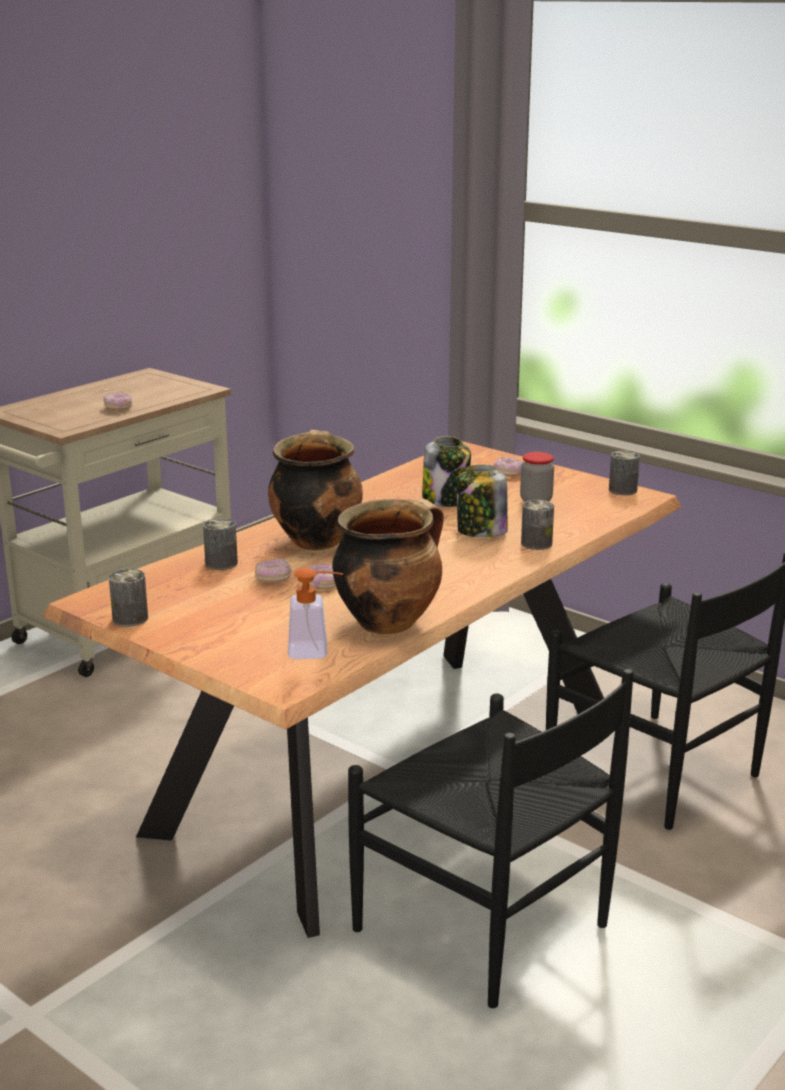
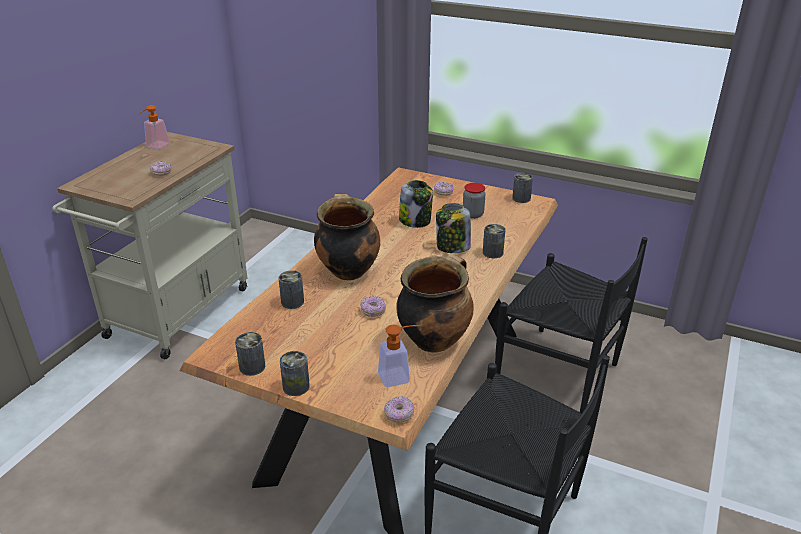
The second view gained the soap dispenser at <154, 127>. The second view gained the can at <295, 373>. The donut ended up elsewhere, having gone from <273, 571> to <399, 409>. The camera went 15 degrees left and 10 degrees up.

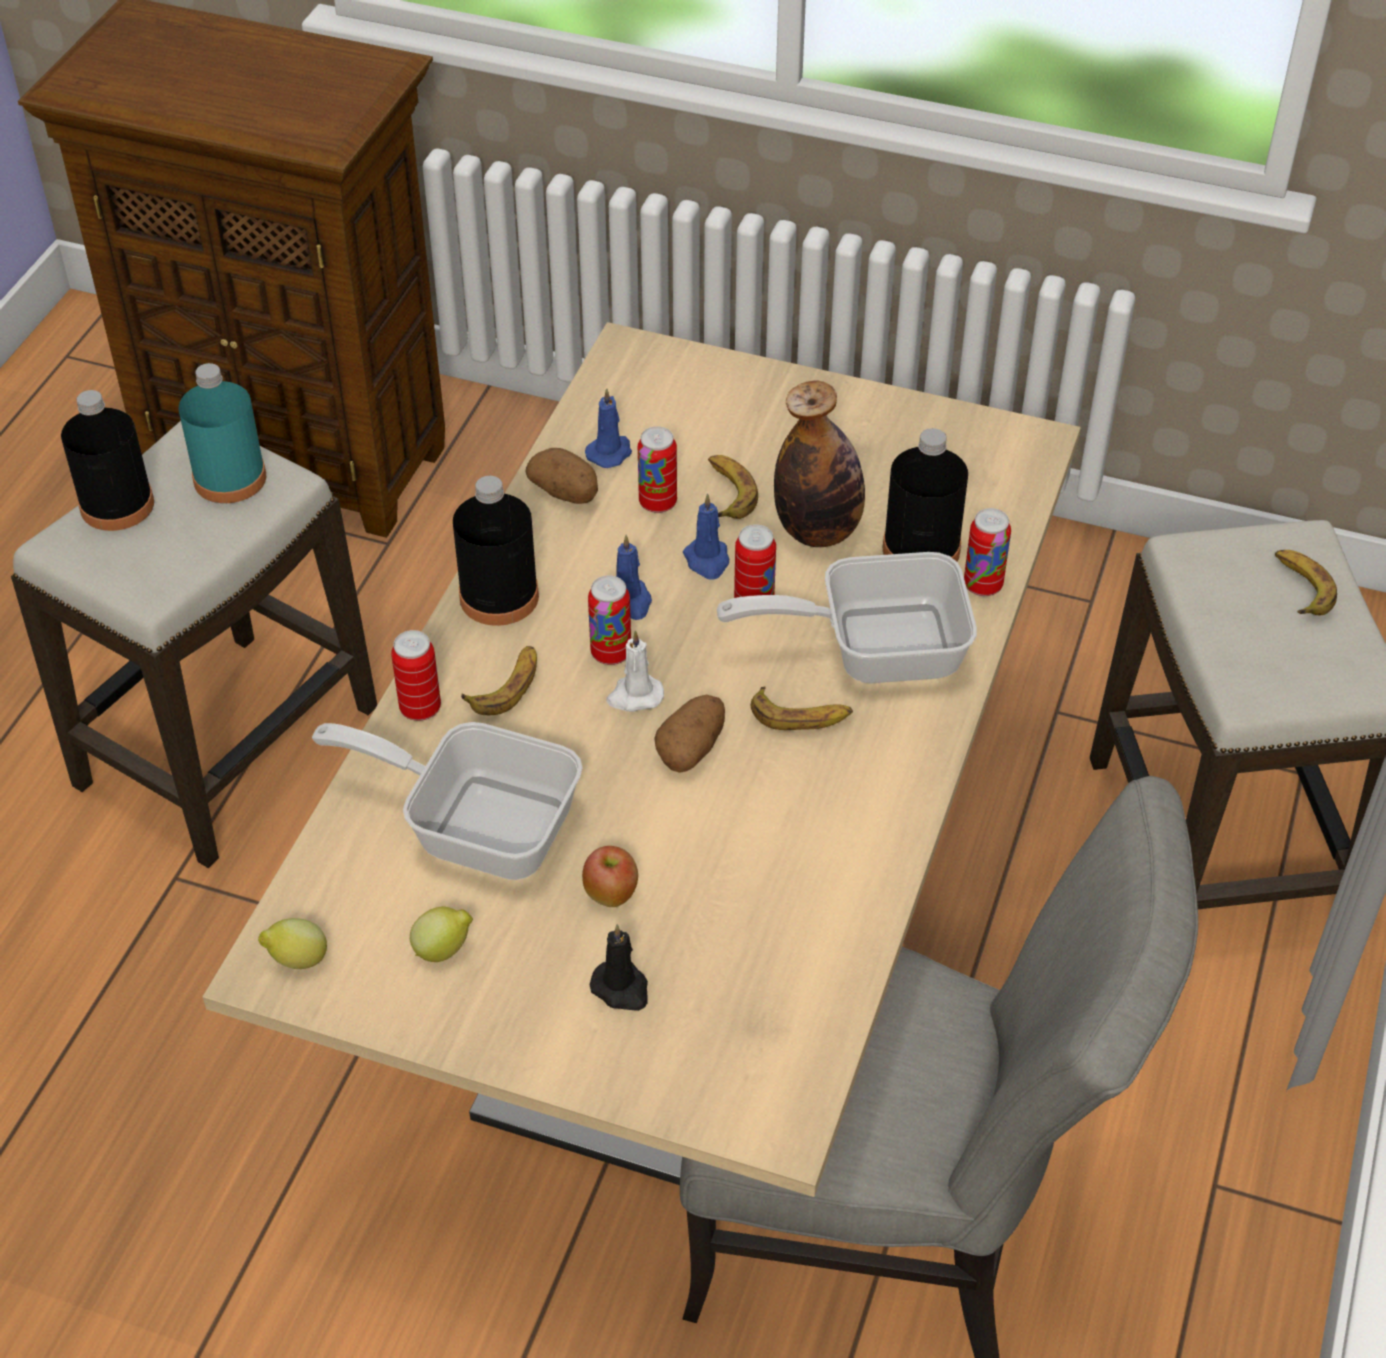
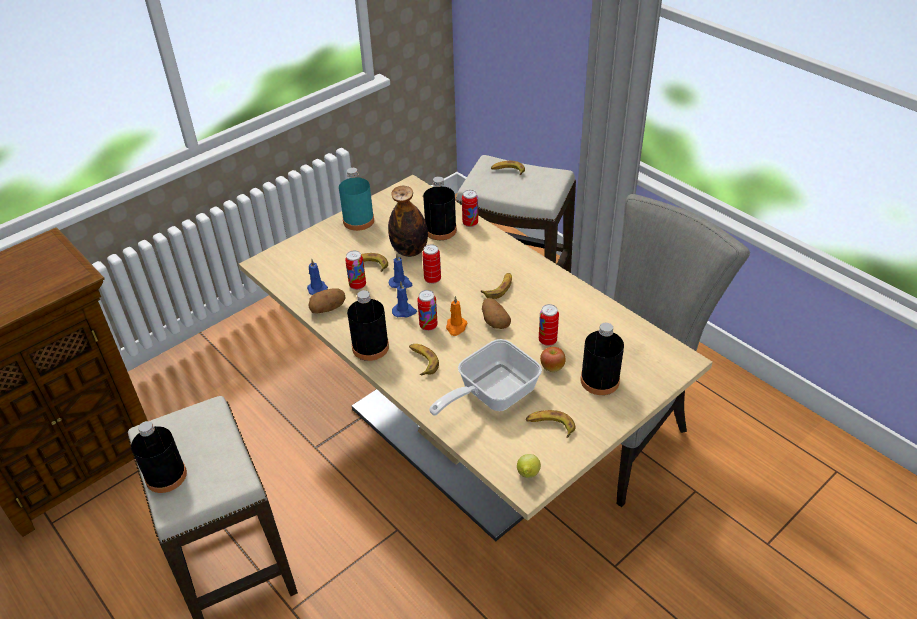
The turquoise bottle ended up elsewhere, having gone from <222, 433> to <356, 199>. What was the white candle at <635, 671> turned into the orange candle at <457, 316>. Where the lemon stood at <441, 934>, the banana came to stand at <550, 424>. The can ended up elsewhere, having gone from <416, 675> to <549, 325>. Where the black candle stood at <619, 967>, the black bottle came to stand at <602, 359>. The second view lost the frying pan at <847, 617>. The camera went 60 degrees left and 5 degrees down.

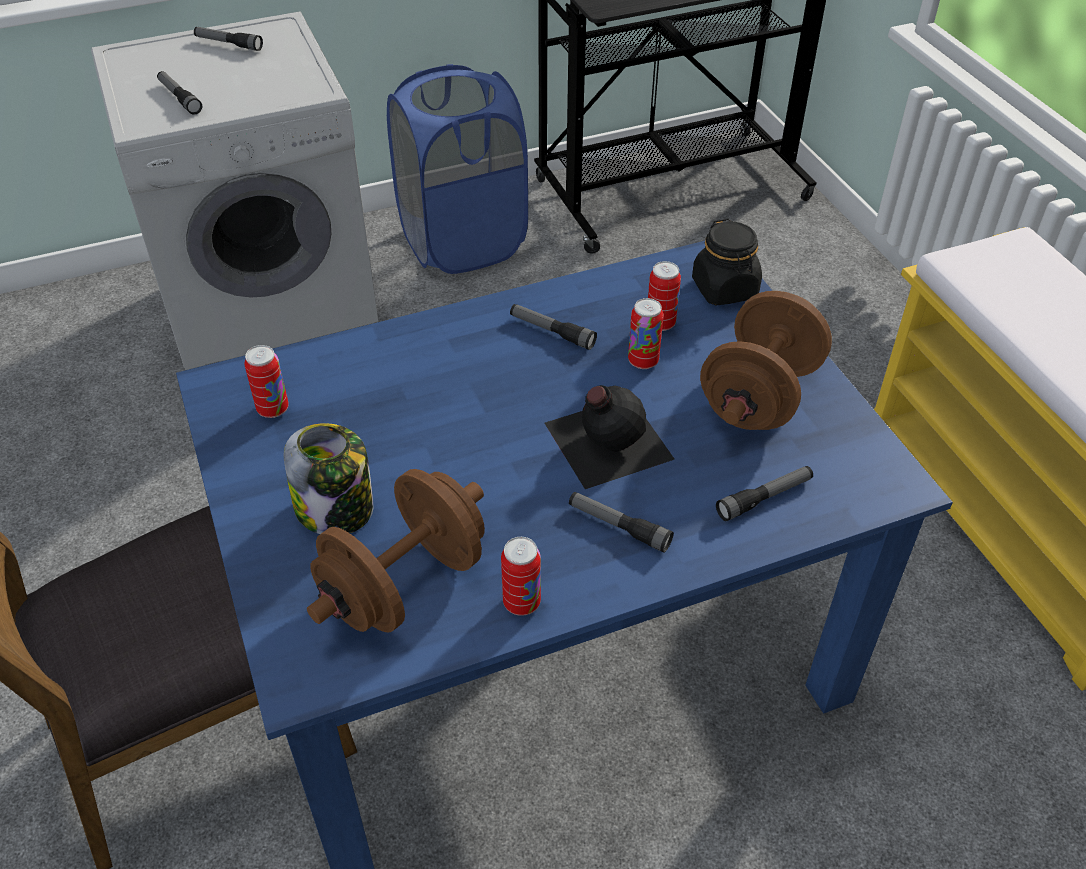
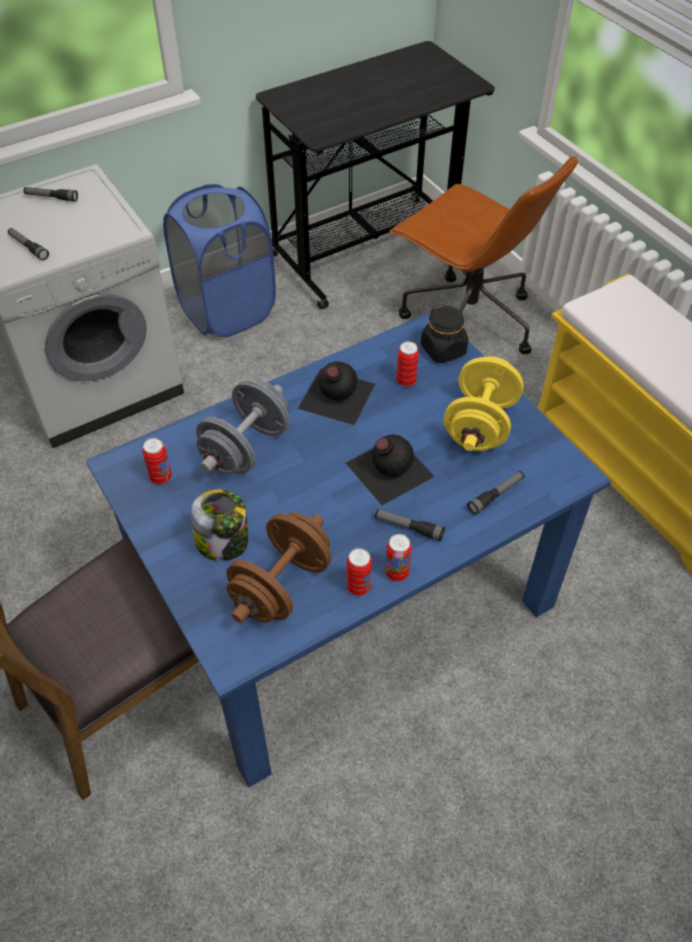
The second view gained the grey dumbbell at <243, 427>. Where the flashlight stood at <553, 327>, the black bottle came to stand at <336, 393>. The can ended up elsewhere, having gone from <645, 333> to <398, 558>. The second view gained the brown office chair at <484, 254>. What was the brown dumbbell at <766, 360> turned into the yellow dumbbell at <484, 403>. The camera went 10 degrees left and 5 degrees up.

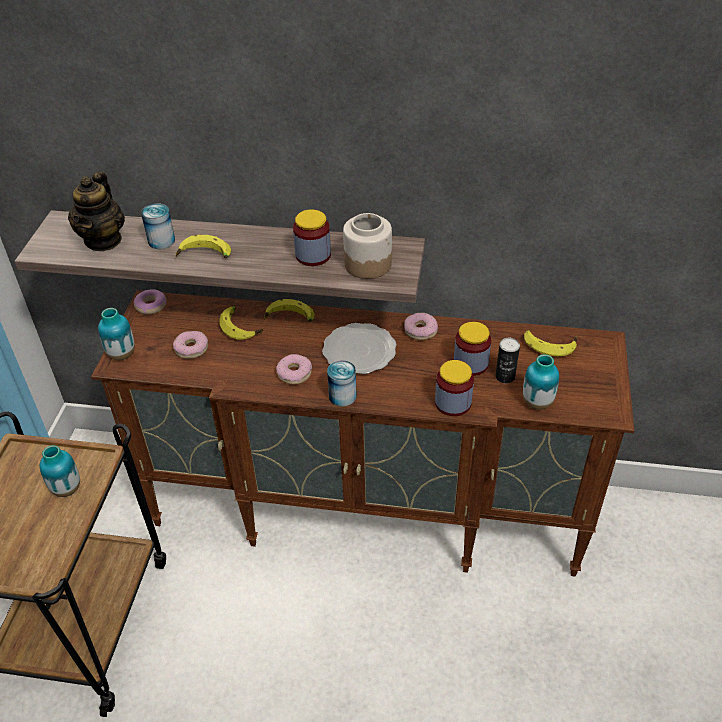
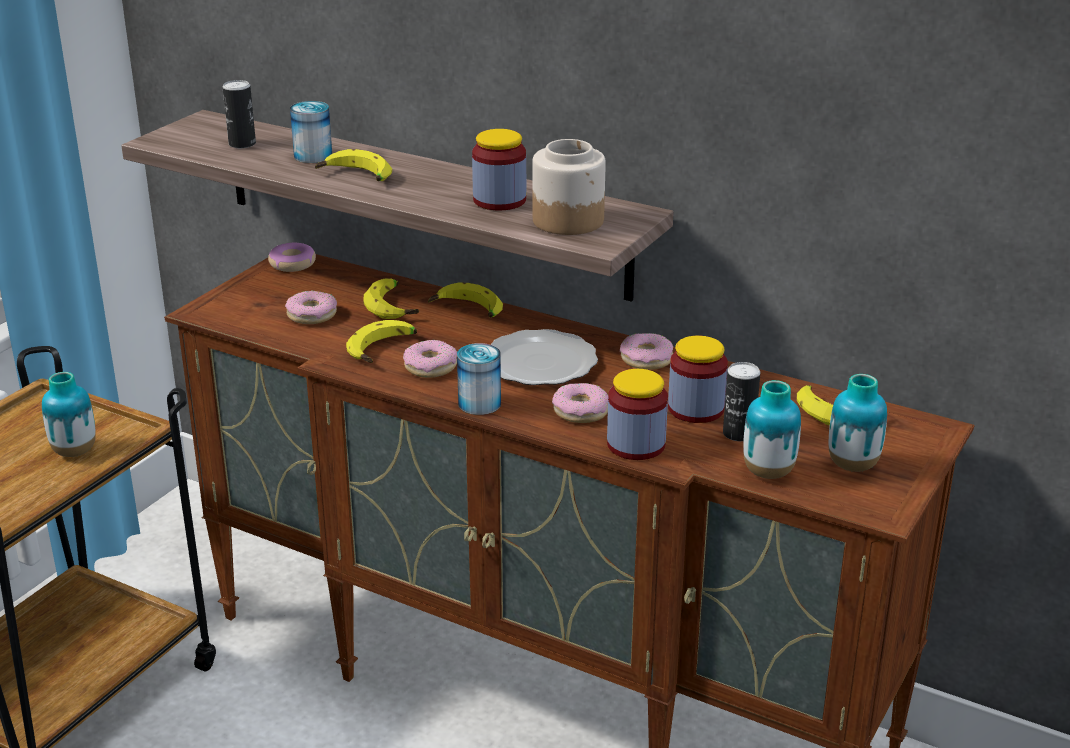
Where the teapot stood at <96, 211>, the can came to stand at <239, 114>. The second view gained the banana at <381, 341>. The second view gained the donut at <580, 403>. The vase ended up elsewhere, having gone from <116, 334> to <858, 423>. The camera went 20 degrees right and 15 degrees down.

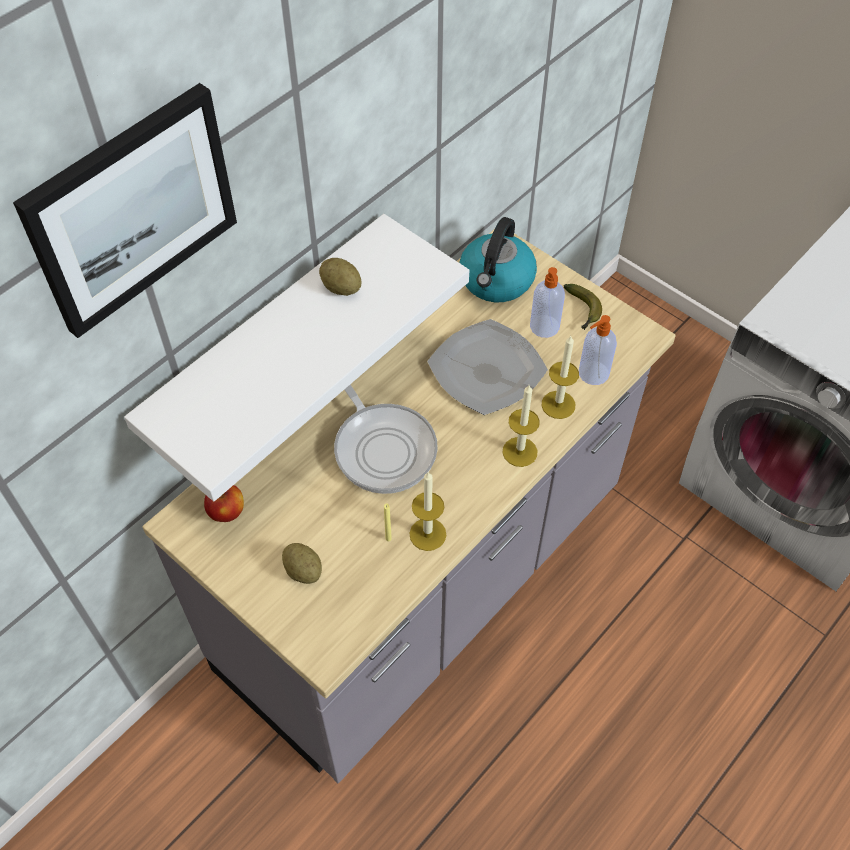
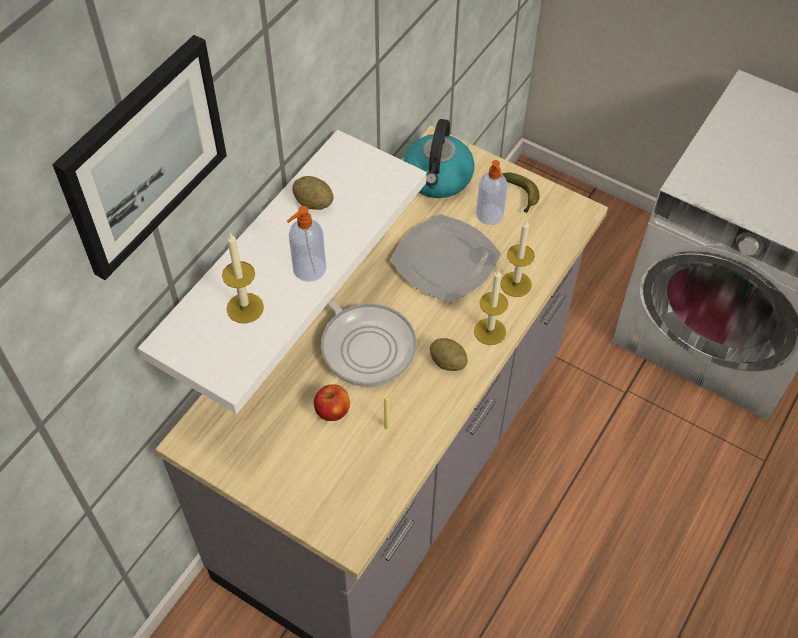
The candle ended up elsewhere, having gone from <427, 511> to <243, 278>. The soap dispenser ended up elsewhere, having gone from <598, 350> to <306, 244>. The apple ended up elsewhere, having gone from <224, 503> to <332, 402>. The potato ended up elsewhere, having gone from <302, 563> to <449, 354>. The camera went 10 degrees left and 0 degrees up.

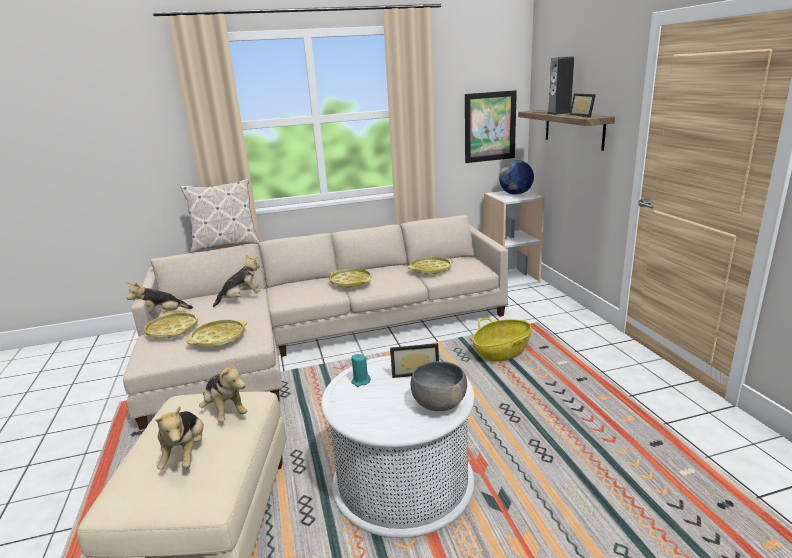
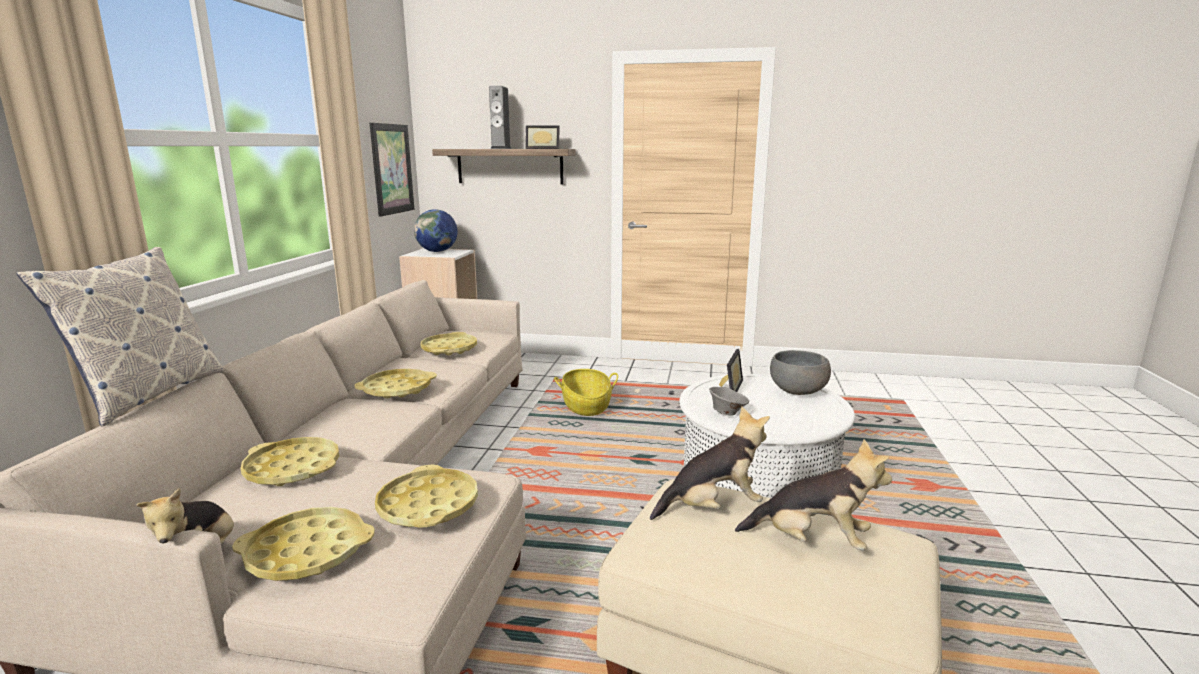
Where the plush toy stood at <237, 281>, the yellow tray came to stand at <290, 461>. Where the turquoise candle stood at <361, 370>, the grey bowl came to stand at <729, 401>. The camera went 65 degrees left and 5 degrees down.

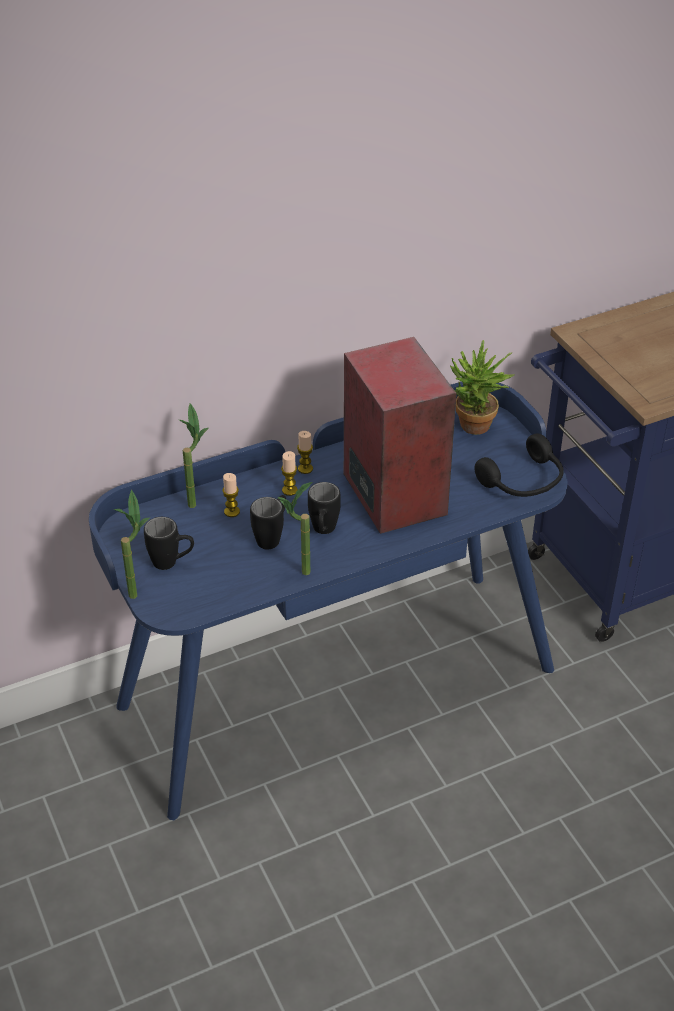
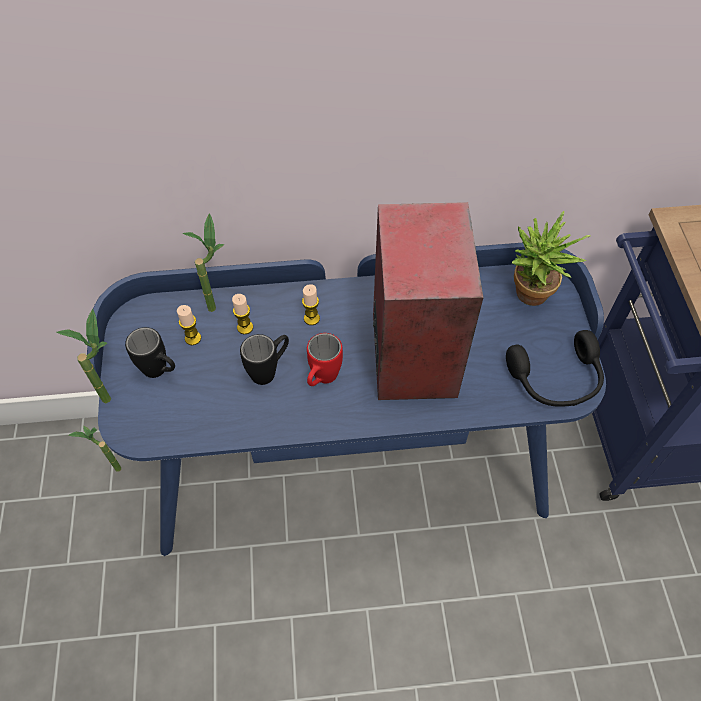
The potted plant ended up elsewhere, having gone from <295, 528> to <94, 449>. The candle ended up elsewhere, having gone from <305, 452> to <189, 325>. What was the black mug at <324, 508> turned into the red mug at <325, 359>. The camera went 20 degrees right and 15 degrees up.

